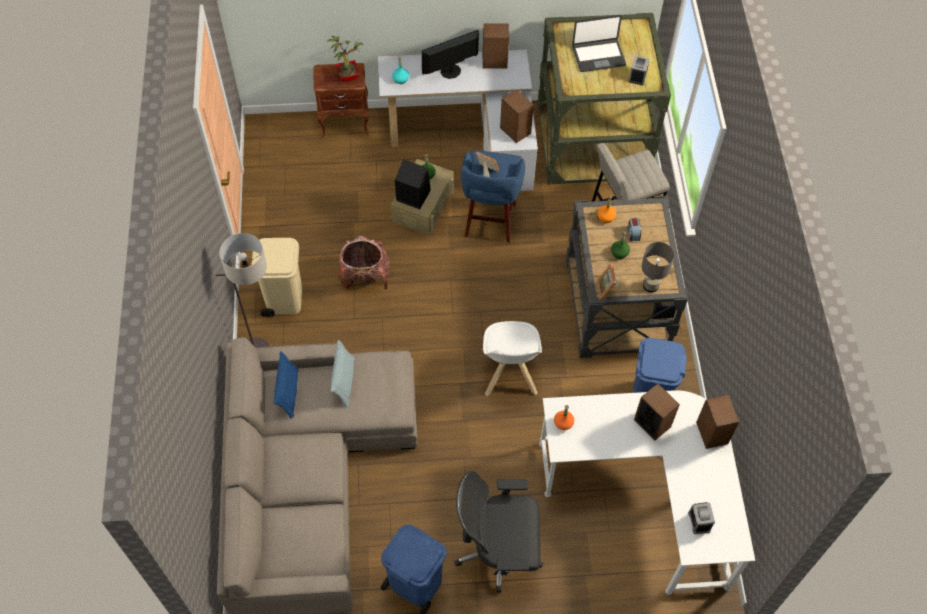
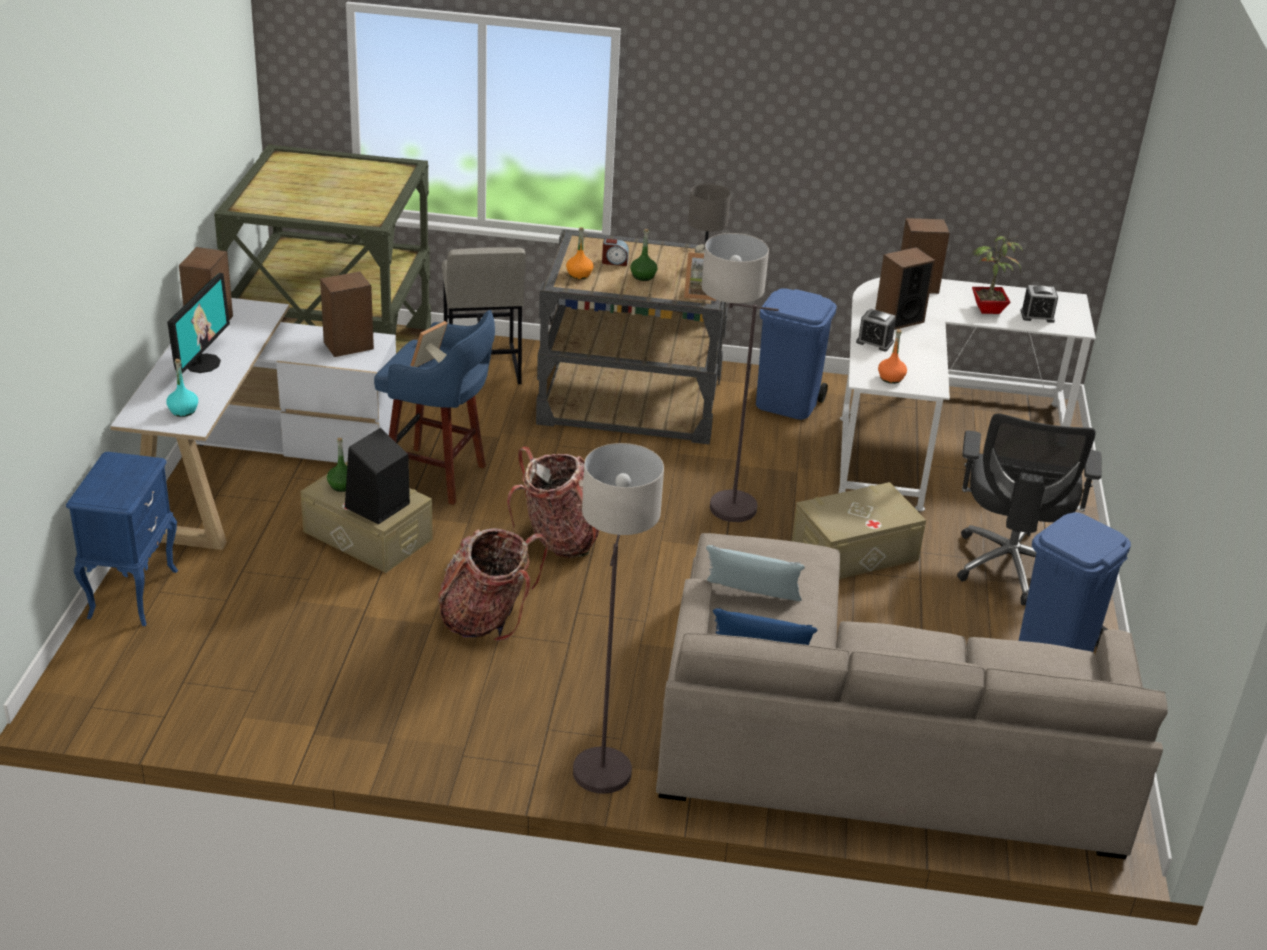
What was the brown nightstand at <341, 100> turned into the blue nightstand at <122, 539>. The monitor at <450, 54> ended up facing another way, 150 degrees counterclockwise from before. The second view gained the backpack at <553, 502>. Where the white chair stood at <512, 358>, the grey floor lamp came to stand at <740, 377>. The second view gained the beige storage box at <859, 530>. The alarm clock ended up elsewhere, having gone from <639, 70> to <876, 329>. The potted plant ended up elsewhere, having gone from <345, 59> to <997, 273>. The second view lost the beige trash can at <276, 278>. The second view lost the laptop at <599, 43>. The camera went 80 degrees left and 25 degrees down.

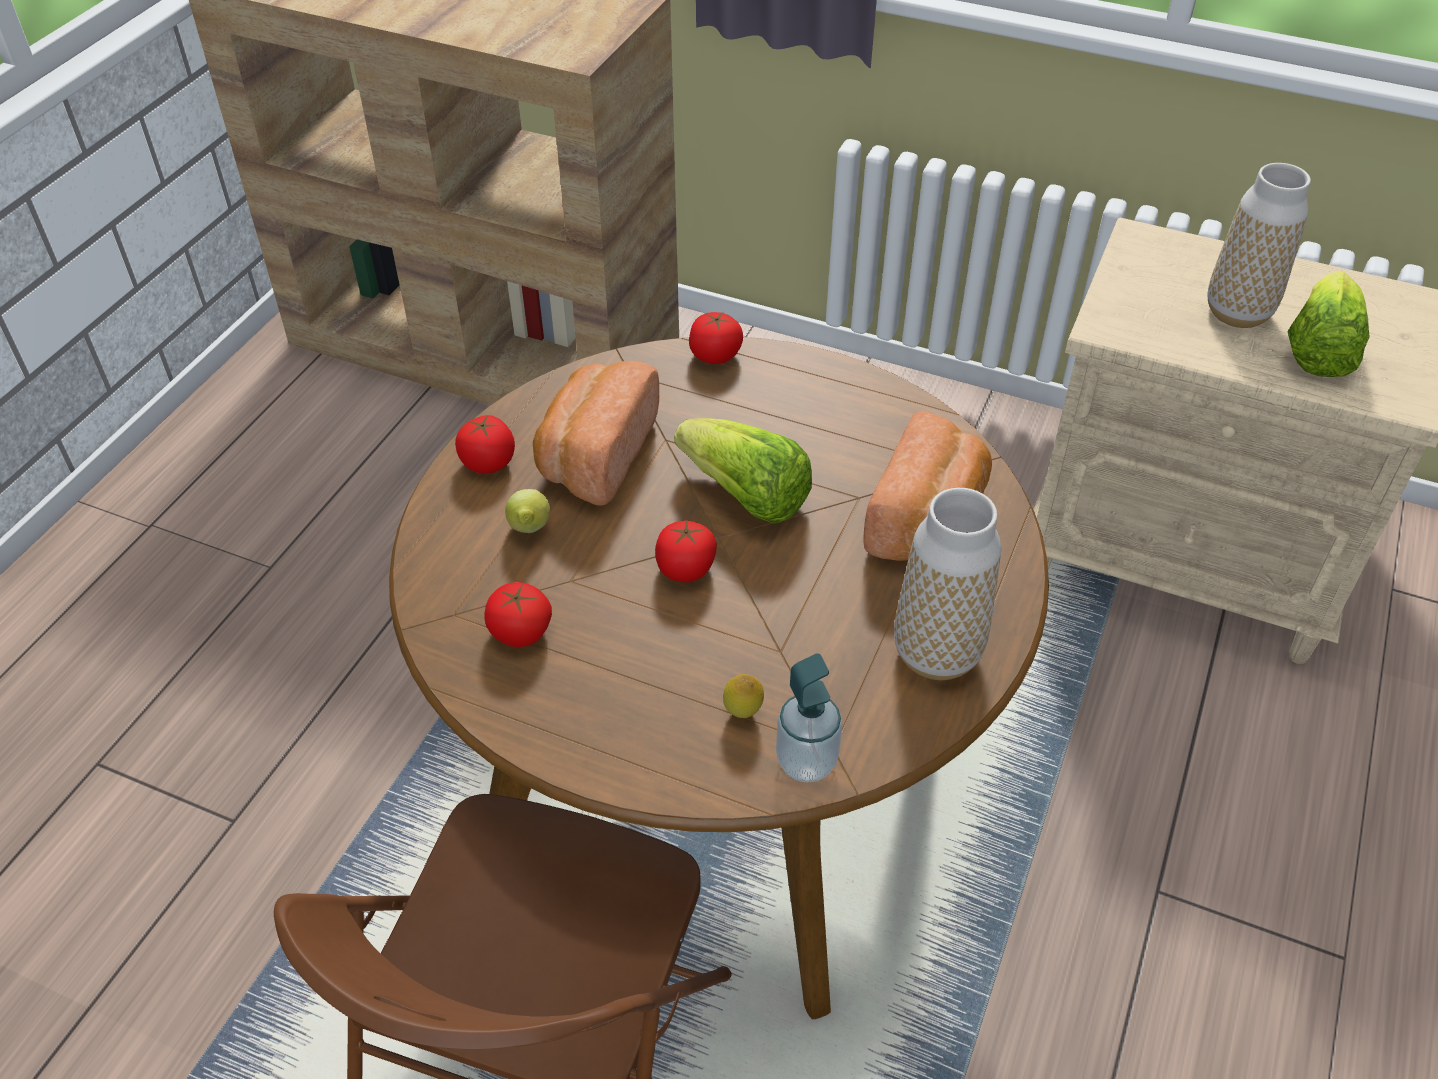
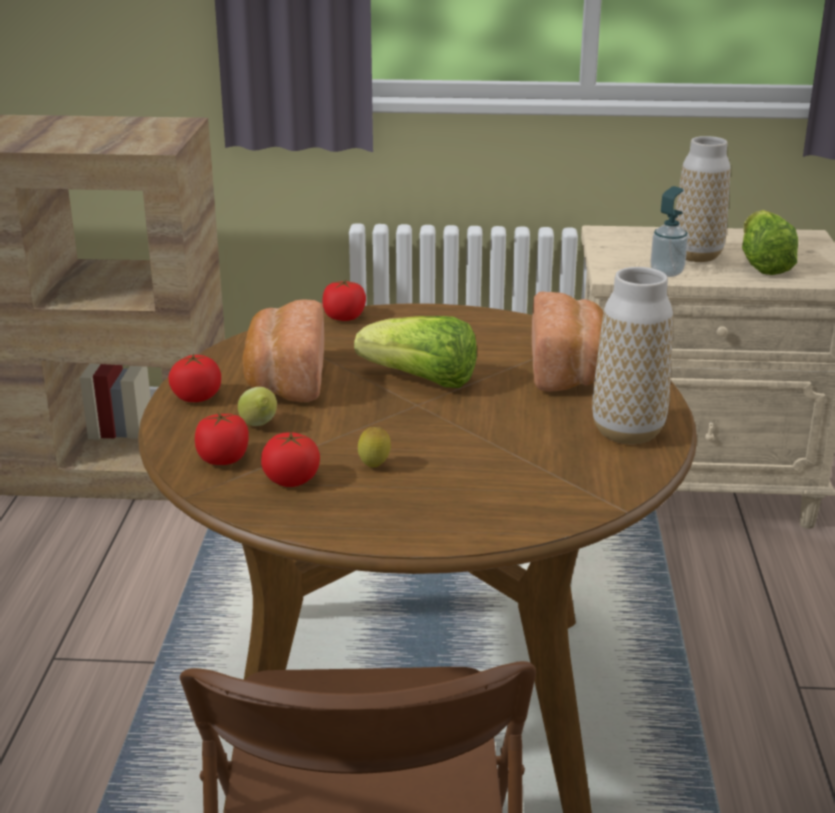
The tomato ended up elsewhere, having gone from <686, 551> to <222, 438>. The lemon ended up elsewhere, having gone from <743, 696> to <374, 447>. The soap dispenser ended up elsewhere, having gone from <809, 718> to <669, 231>. The camera went 20 degrees left and 20 degrees down.

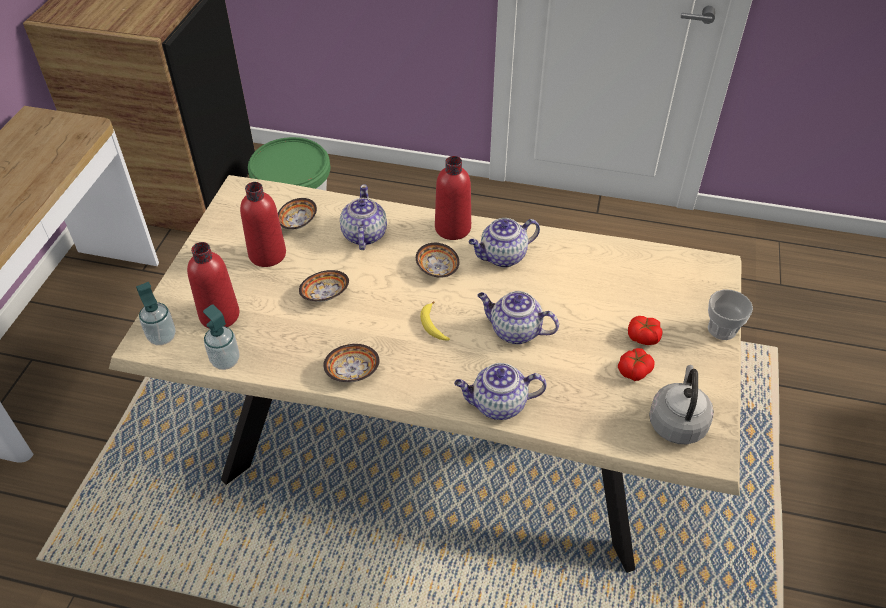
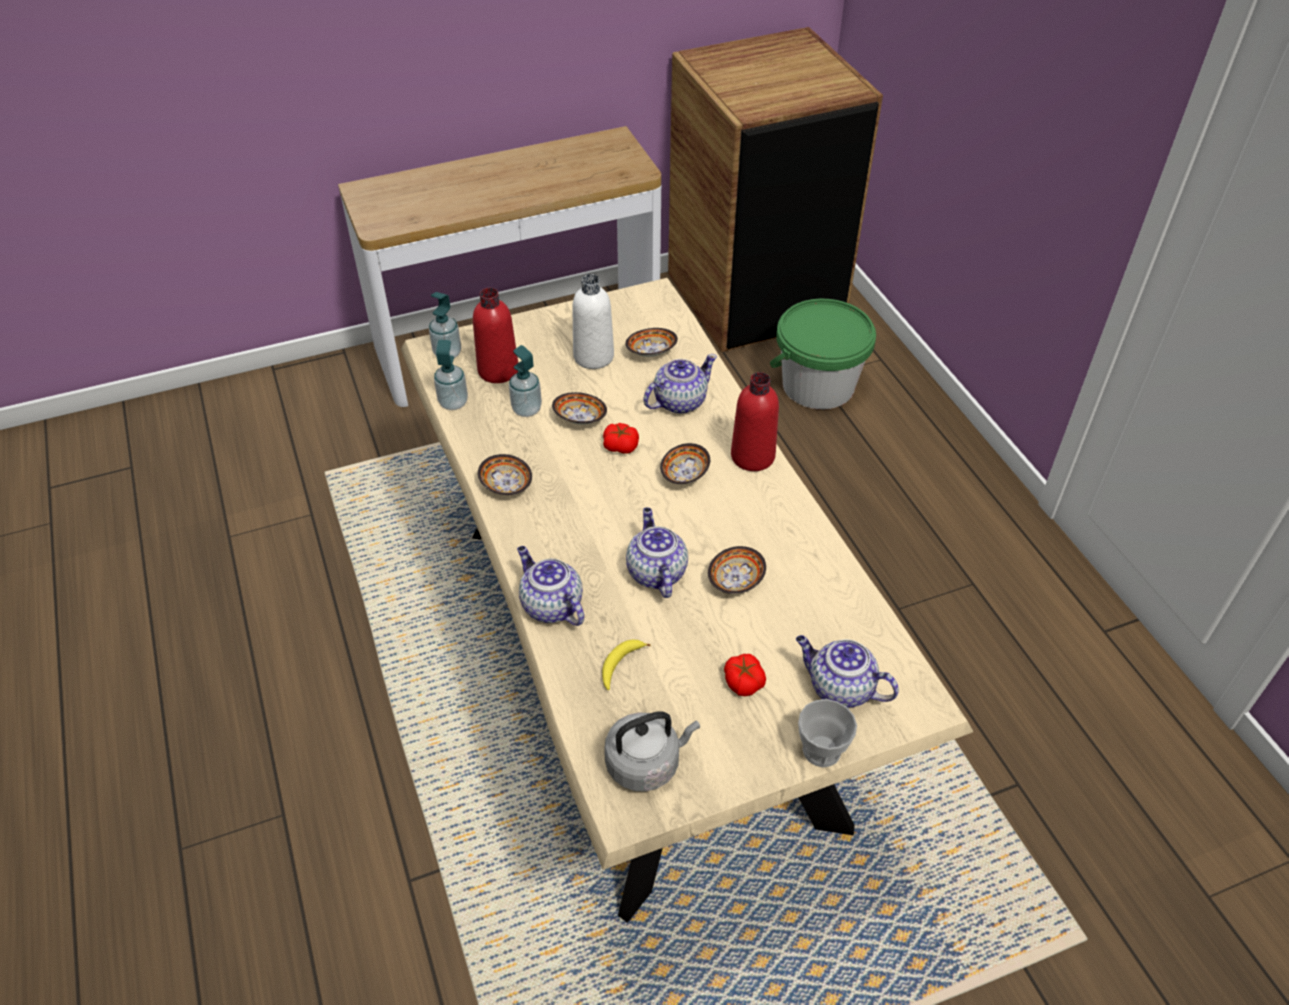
The second view gained the soap dispenser at <525, 381>. What was the red bottle at <263, 224> turned into the white bottle at <593, 321>. The banana ended up elsewhere, having gone from <435, 320> to <626, 664>. The tomato ended up elsewhere, having gone from <636, 364> to <621, 438>. The second view gained the bowl at <737, 570>. The teapot ended up elsewhere, having gone from <504, 243> to <847, 671>. The camera went 55 degrees right and 0 degrees up.

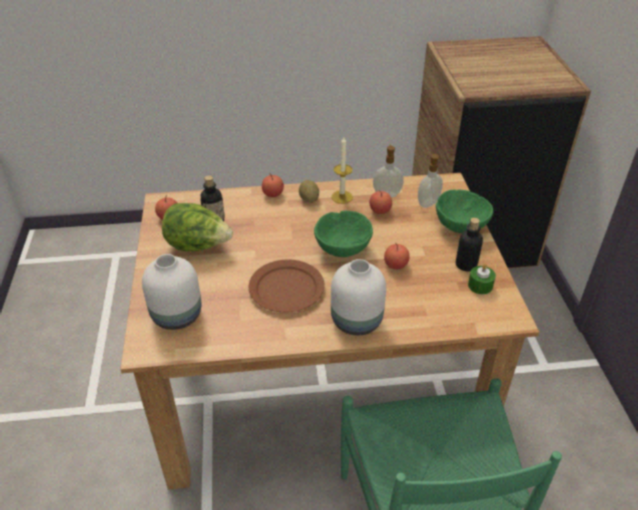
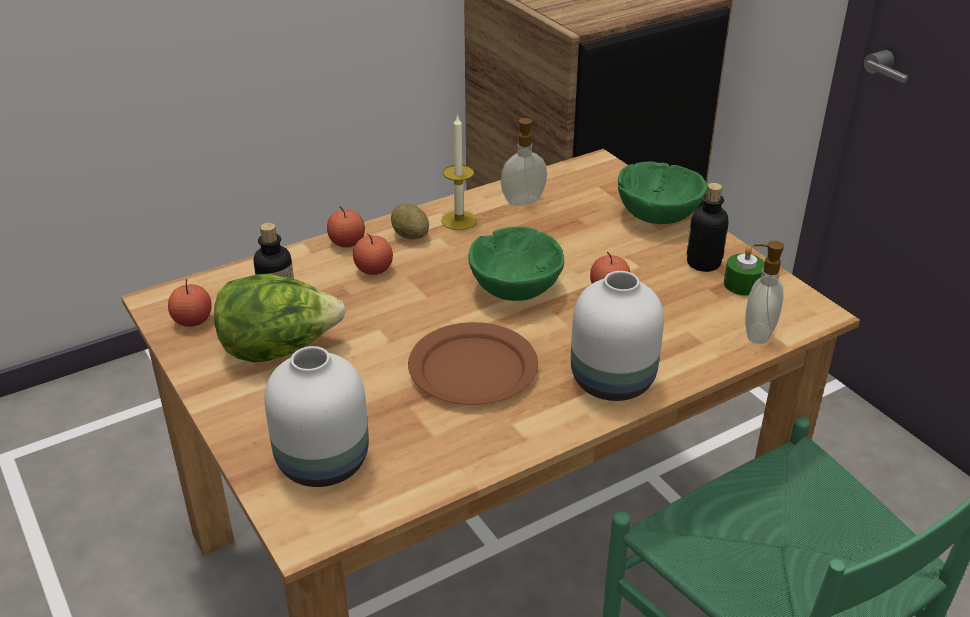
The apple ended up elsewhere, having gone from <380, 202> to <373, 254>. The soap dispenser ended up elsewhere, having gone from <430, 181> to <764, 292>. The camera went 25 degrees left and 5 degrees down.

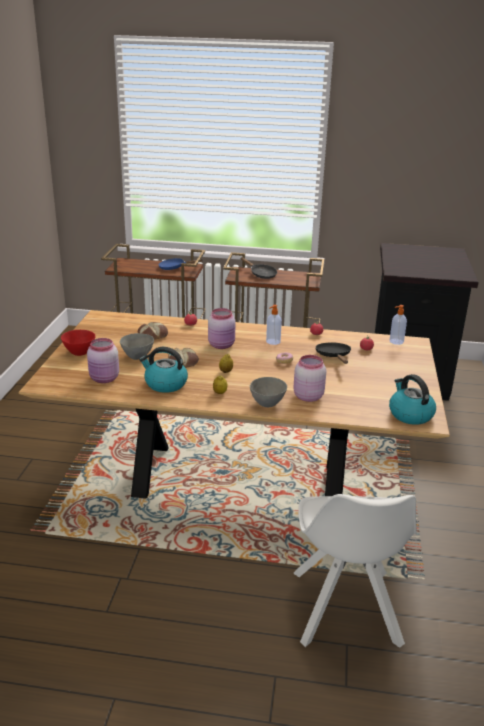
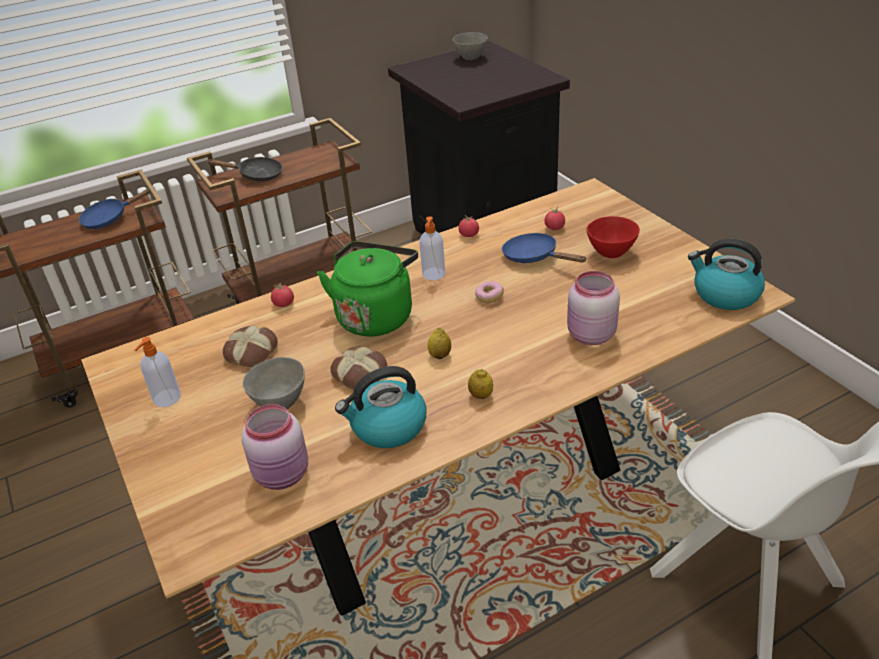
The soap dispenser ended up elsewhere, having gone from <398, 325> to <158, 372>. Where the pink jar stood at <222, 328>, the green kettle came to stand at <367, 288>. The grey bowl ended up elsewhere, having gone from <268, 392> to <470, 46>. What was the black frying pan at <333, 353> turned into the blue frying pan at <544, 248>. The red bowl ended up elsewhere, having gone from <78, 343> to <613, 237>. The camera went 35 degrees left and 10 degrees up.

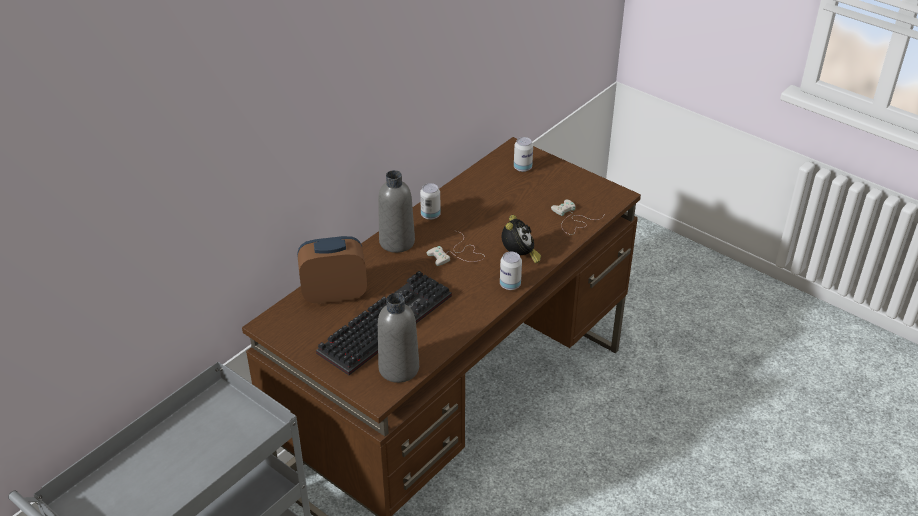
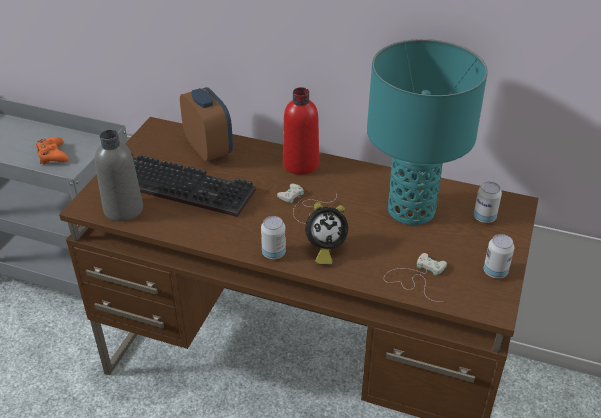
The second view gained the orange game controller at <52, 151>. What was the grey bottle at <396, 211> turned into the red bottle at <301, 131>. The second view gained the turquoise table lamp at <427, 132>. The can ended up elsewhere, having gone from <430, 201> to <499, 256>. The camera went 70 degrees right and 0 degrees up.

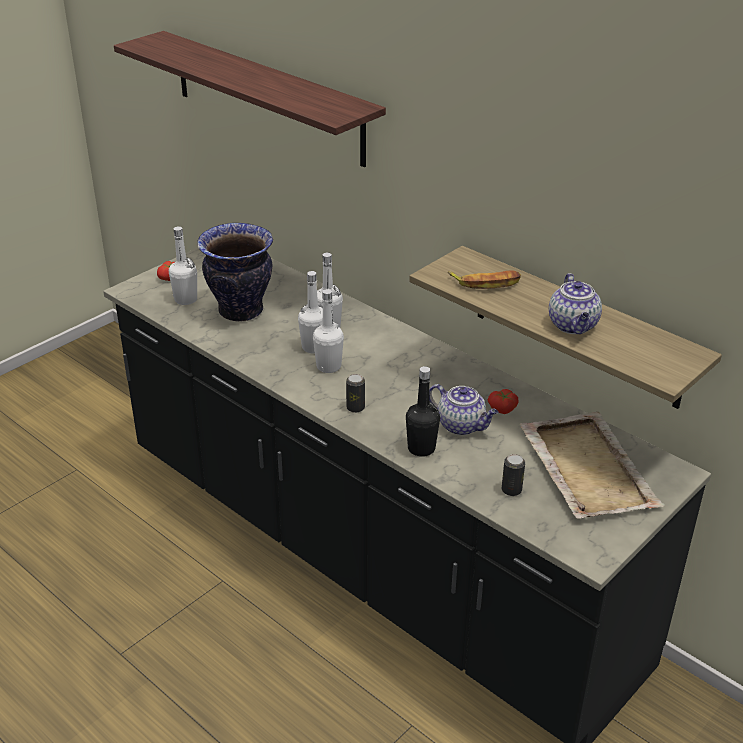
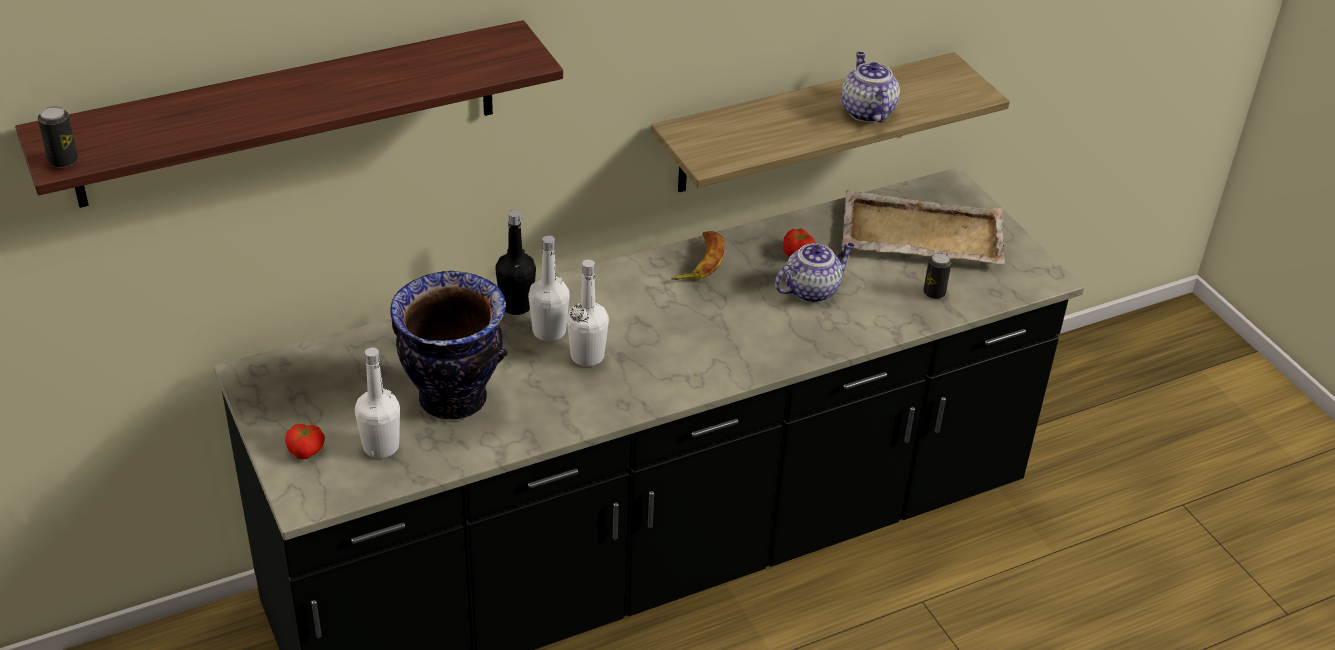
The can ended up elsewhere, having gone from <355, 393> to <58, 137>. The black bottle ended up elsewhere, having gone from <423, 411> to <515, 262>. The banana ended up elsewhere, having gone from <484, 280> to <698, 255>. The teapot at <575, 303> ended up facing another way, 120 degrees counterclockwise from before. The second view lost the white bottle at <328, 331>. The camera went 70 degrees left and 5 degrees up.

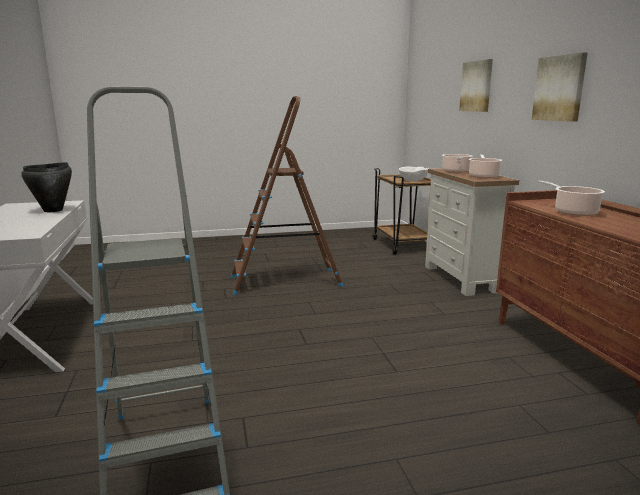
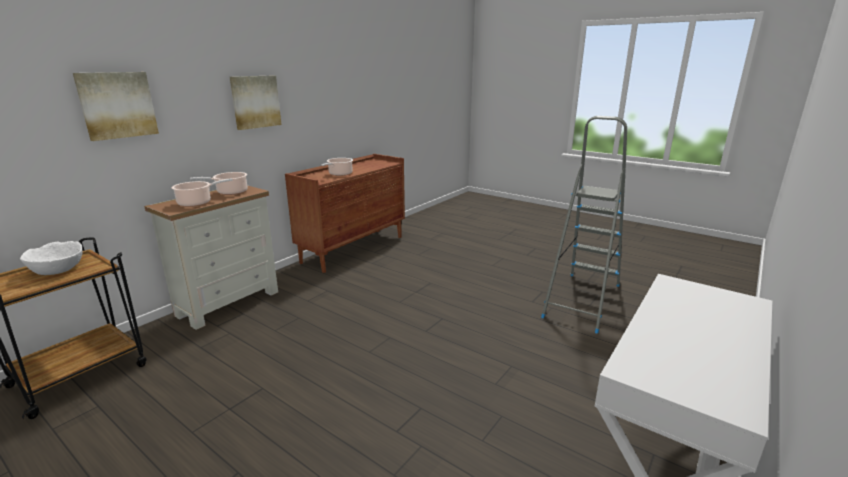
The second view lost the black cooking pot at <46, 187>. The second view lost the brown step ladder at <287, 195>. The camera went 130 degrees left and 5 degrees up.

